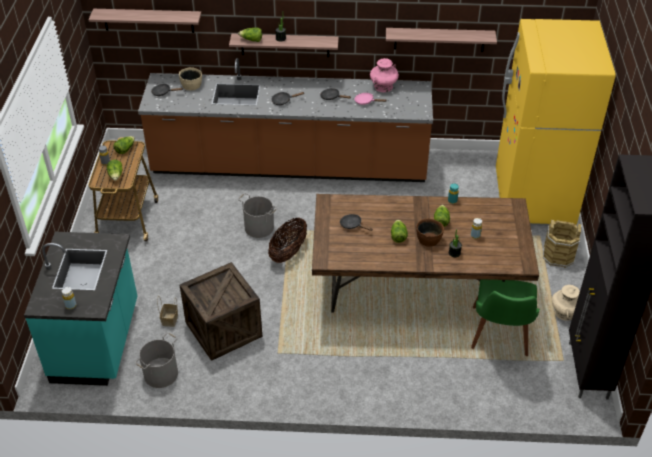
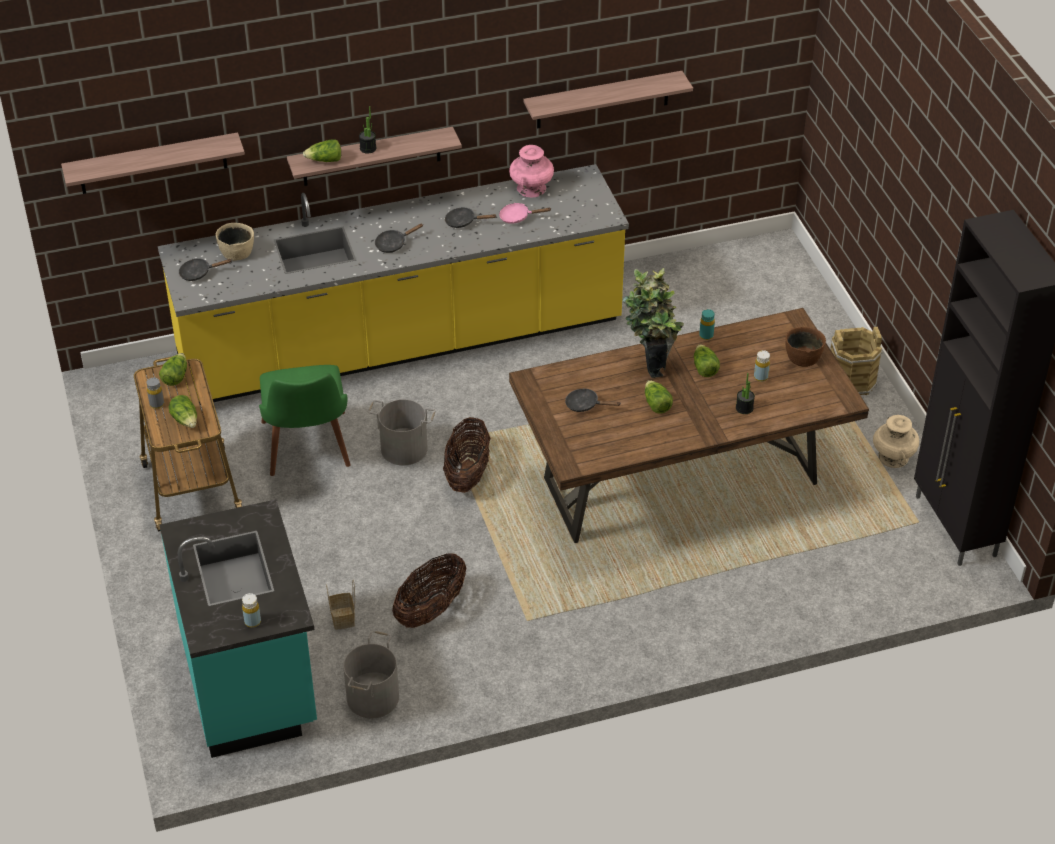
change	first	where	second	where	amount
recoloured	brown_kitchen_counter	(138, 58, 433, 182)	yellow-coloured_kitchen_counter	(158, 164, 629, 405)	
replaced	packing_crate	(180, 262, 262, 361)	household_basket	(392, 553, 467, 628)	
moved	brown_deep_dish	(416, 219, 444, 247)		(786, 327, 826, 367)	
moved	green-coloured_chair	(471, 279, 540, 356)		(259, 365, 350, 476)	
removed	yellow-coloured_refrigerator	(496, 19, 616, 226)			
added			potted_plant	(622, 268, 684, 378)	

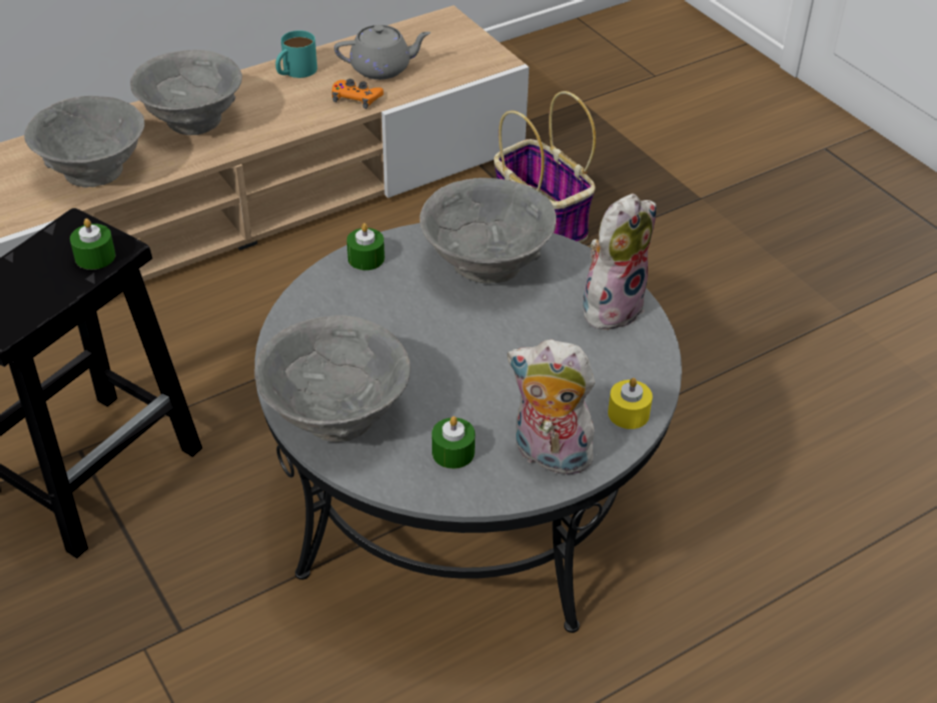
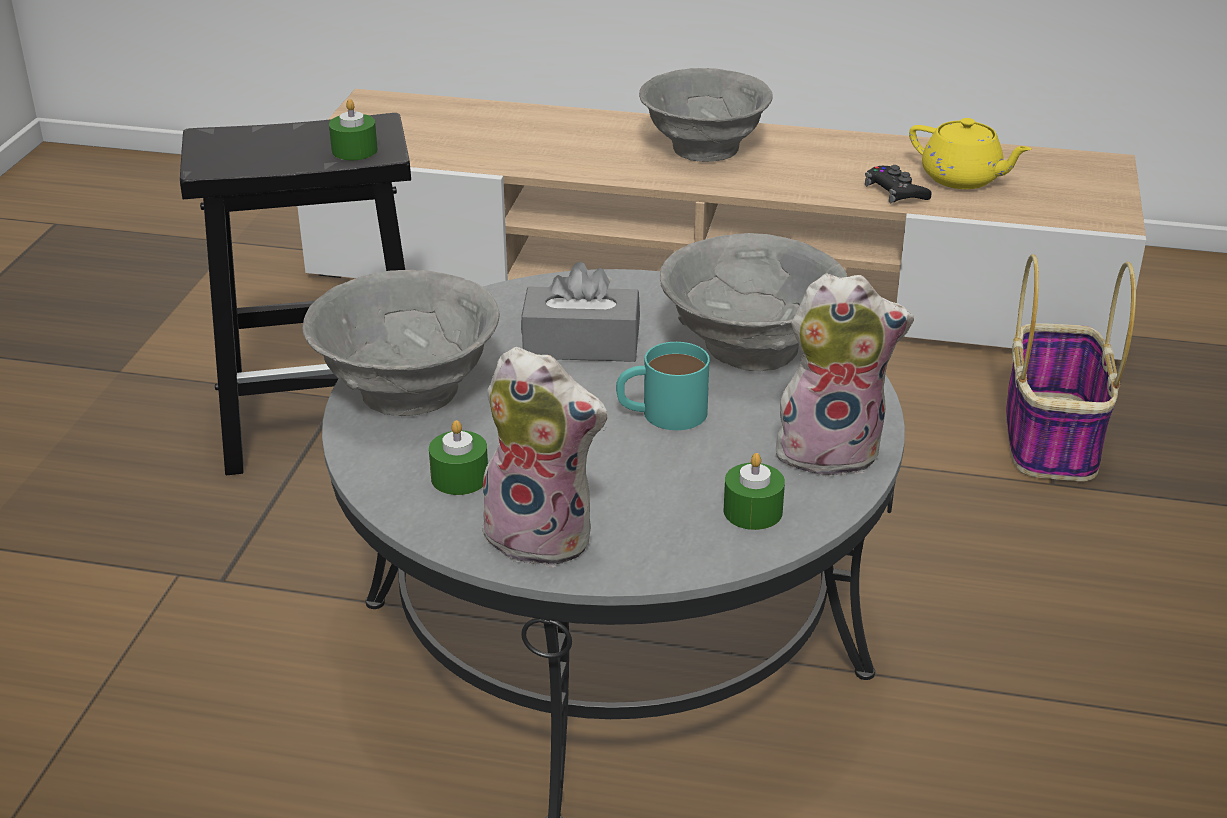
change	first	where	second	where	amount
removed	gray_deep_dish	(24, 96, 145, 188)			
moved	blue-green_coffee_mug	(276, 30, 317, 78)		(616, 342, 710, 430)	
recoloured	orangey_game_controller	(332, 79, 383, 109)	black-coloured_game_controller	(865, 165, 932, 203)	
recoloured	gray_teapot	(334, 25, 431, 80)	yellow-coloured_teapot	(909, 118, 1032, 189)	
moved	green-coloured_wax_candle	(347, 223, 385, 270)		(724, 453, 785, 530)	
turned	soft_toy	(508, 339, 598, 478)		(478, 347, 607, 567)	135 degrees clockwise
removed	yellow-coloured_wax_candle	(608, 378, 653, 429)			
added			gray_box_of_tissues	(521, 262, 640, 362)	

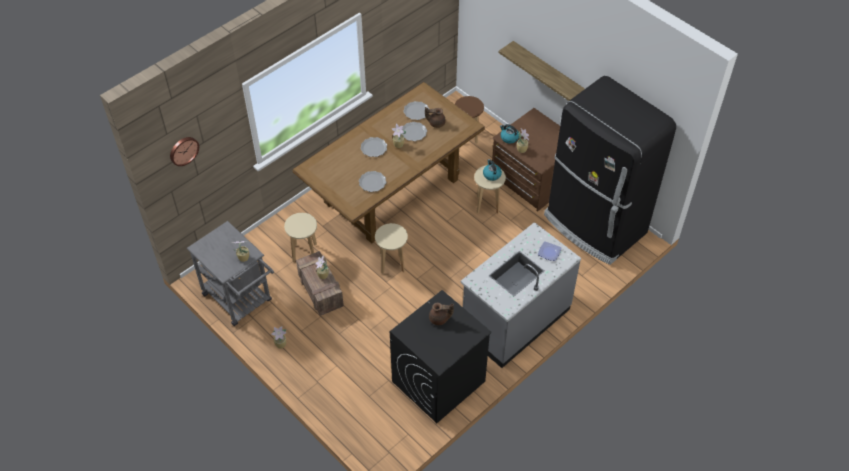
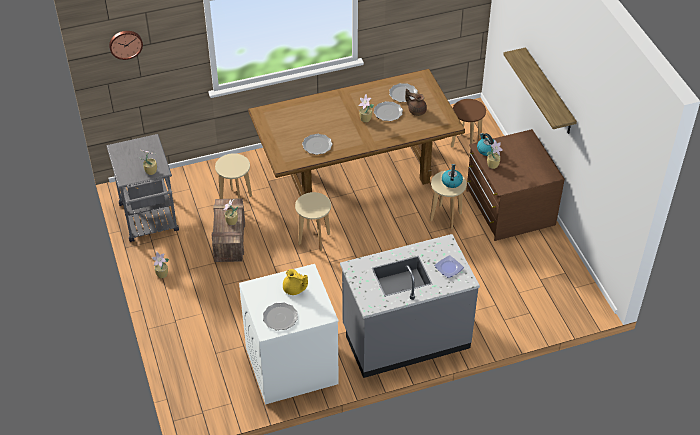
change	first	where	second	where	amount
moved	flat_dish	(361, 137, 387, 157)		(263, 302, 298, 330)	
recoloured	black-coloured_laundry_machine	(390, 290, 492, 423)	white_laundry_machine	(239, 264, 339, 405)	
recoloured	brown_teapot	(429, 303, 454, 325)	yellow-coloured_teapot	(283, 269, 308, 295)	
removed	black-coloured_refrigerator	(544, 76, 676, 265)			

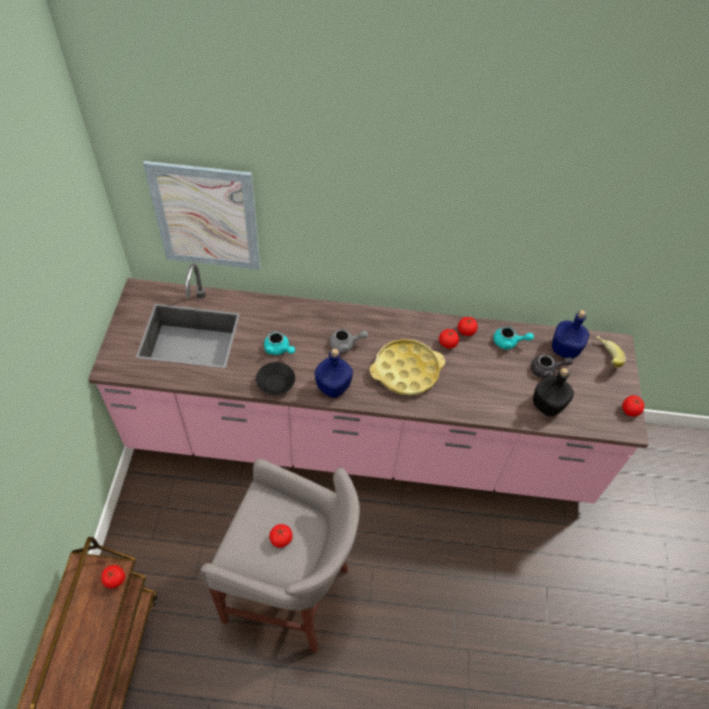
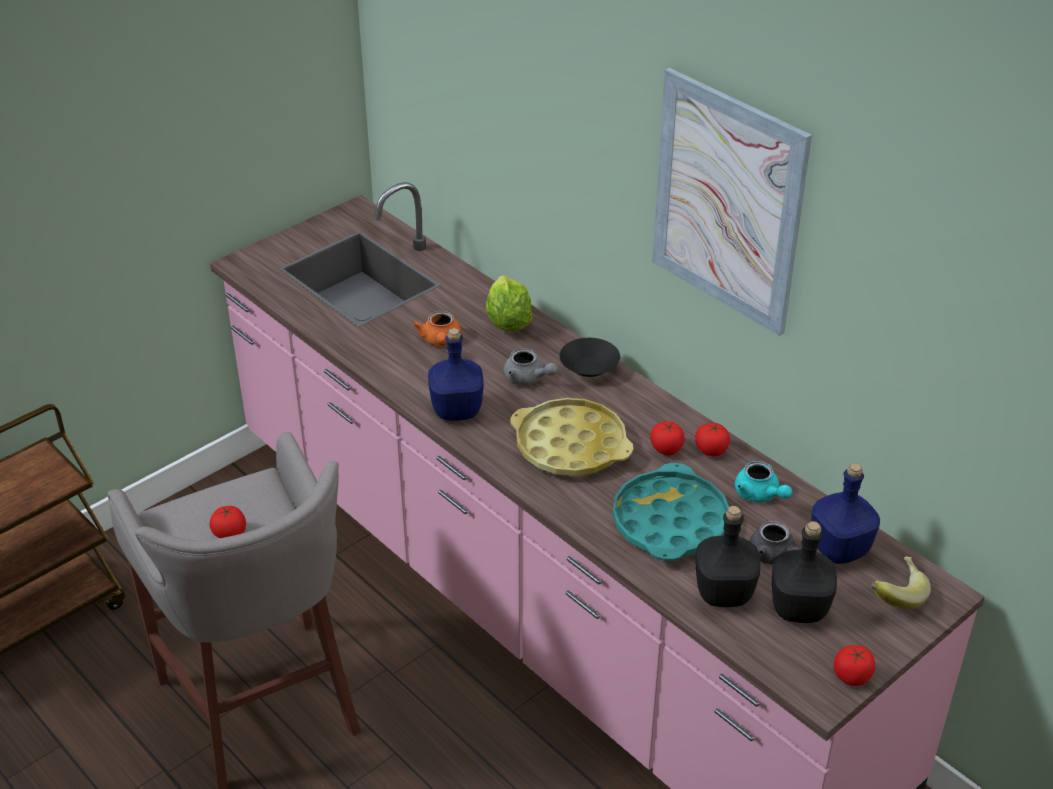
change	first	where	second	where	amount
removed	fresh_tomato	(101, 565, 125, 588)			
moved	wall_picture	(143, 161, 260, 270)		(652, 68, 812, 336)	
moved	black-coloured_deep_dish	(256, 362, 295, 395)		(560, 338, 620, 377)	
recoloured	blue-green_teapot	(264, 331, 295, 355)	orangey_teapot	(413, 311, 461, 346)	
added			head_of_lettuce	(486, 275, 533, 332)	
added			blue-green_carrying_tray	(612, 463, 729, 561)	
added			black-coloured_drink_bottle	(772, 521, 837, 623)	

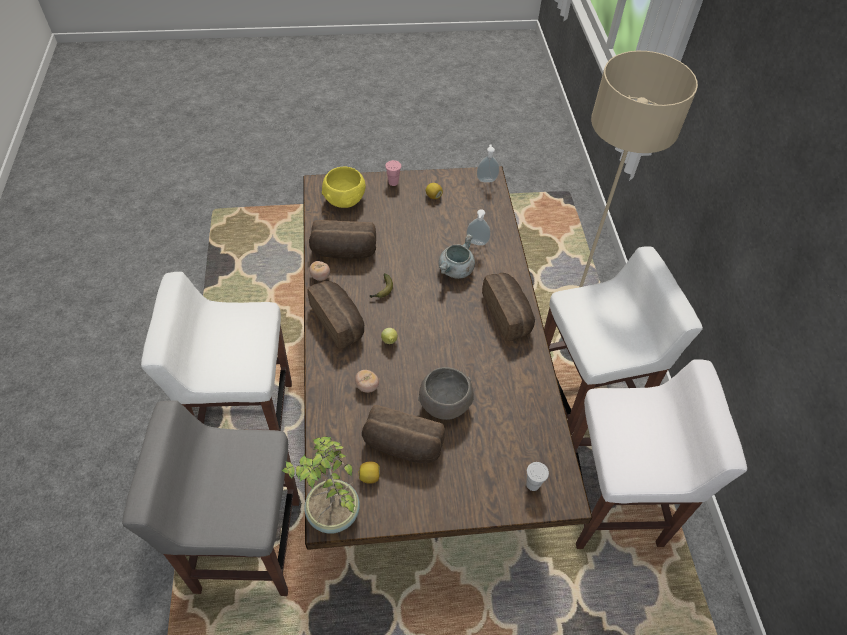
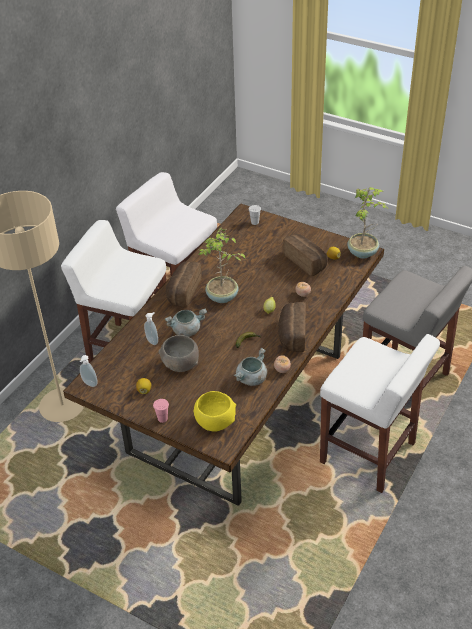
change	first	where	second	where	amount
replaced	bread	(309, 220, 376, 259)	gray_saucepot	(234, 348, 267, 386)	
moved	gray_deep_dish	(418, 367, 474, 420)		(158, 335, 199, 372)	
added			potted_plant	(199, 228, 246, 303)	

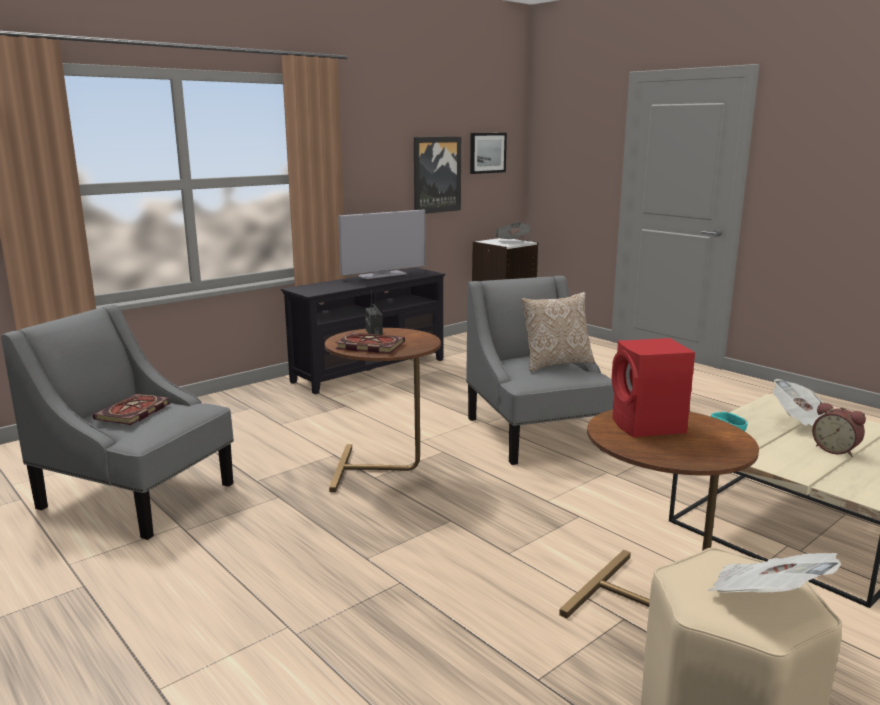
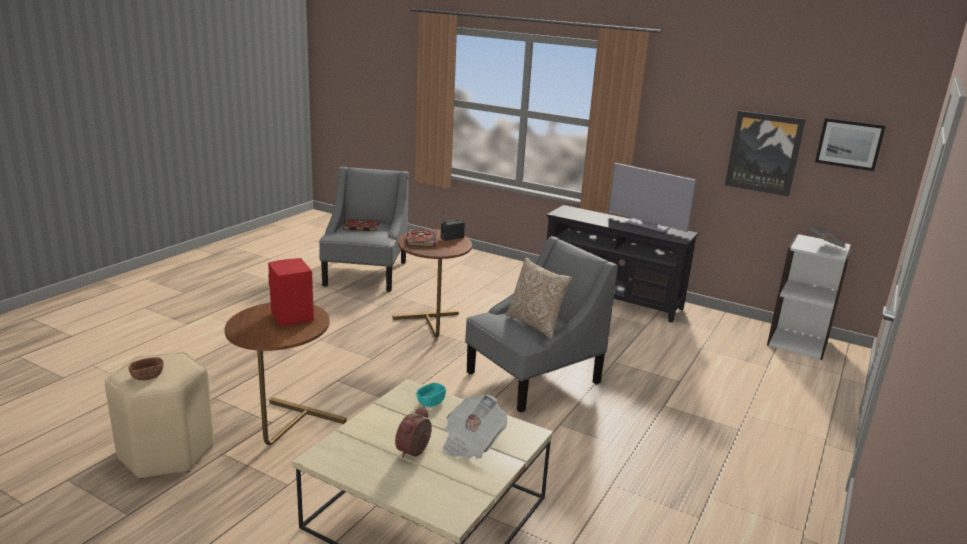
change	first	where	second	where	amount
replaced	newspaper	(708, 553, 841, 593)	brown_deep_dish	(128, 357, 164, 381)	

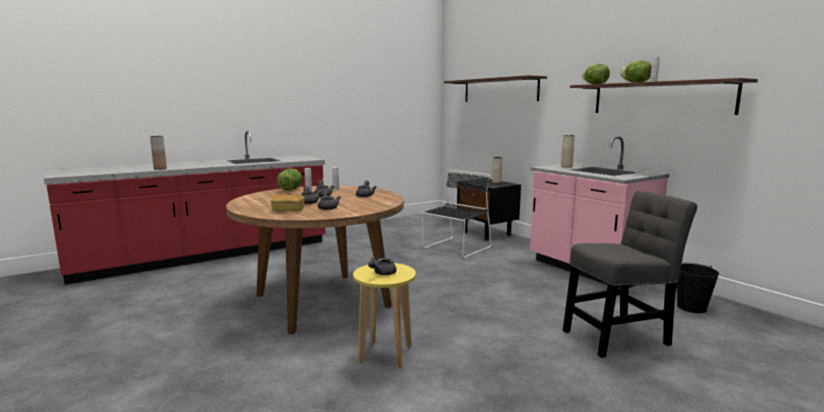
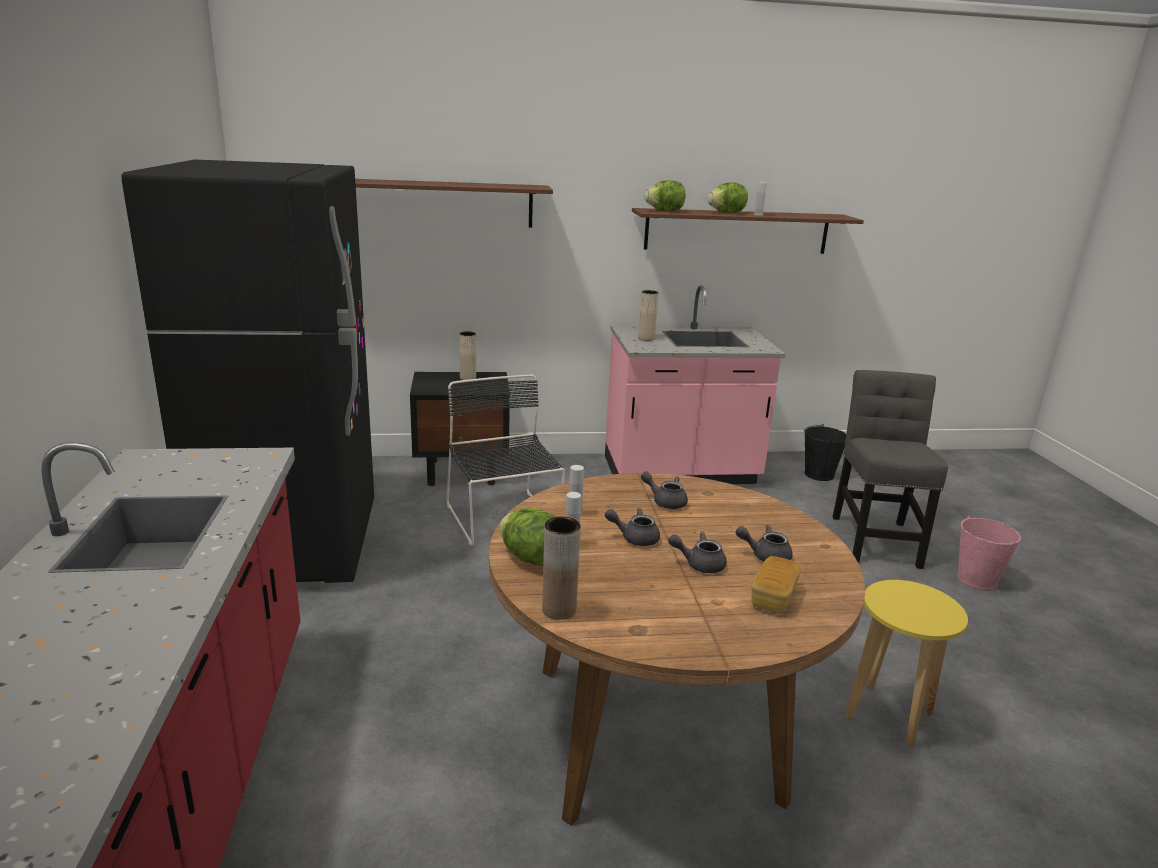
change	first	where	second	where	amount
moved	brown_flower_vase	(150, 136, 167, 170)		(542, 517, 581, 620)	
removed	gray_teapot	(368, 257, 397, 275)			
added			black-coloured_refrigerator	(122, 160, 374, 588)	
added			pinkish_water_bucket	(957, 515, 1021, 591)	

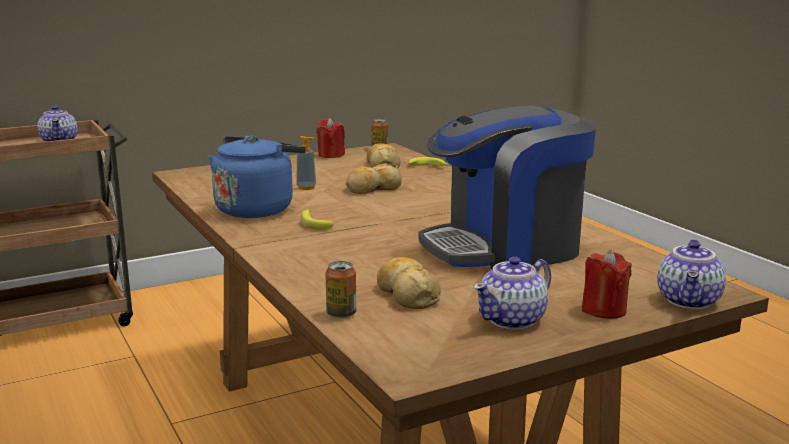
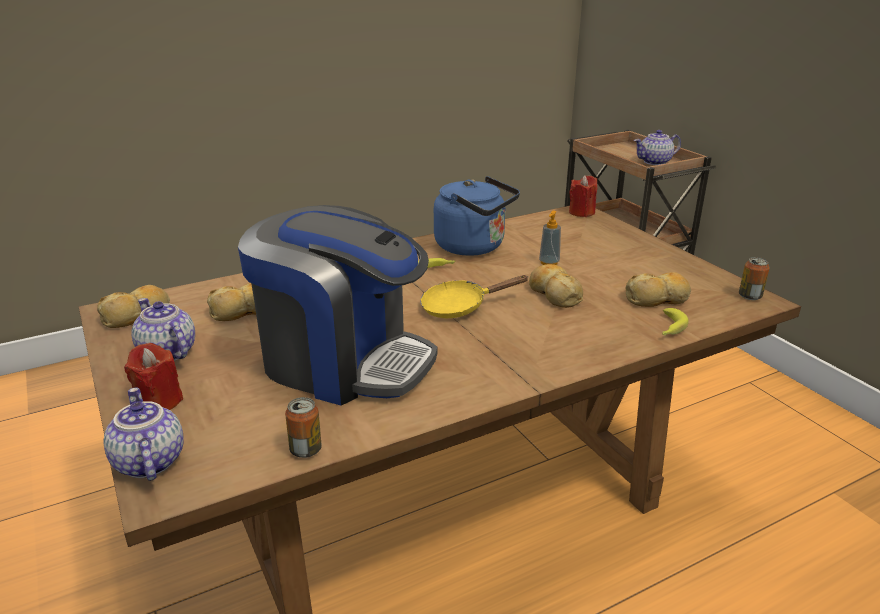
change	first	where	second	where	amount
moved	reddish_wax_candle	(317, 118, 345, 158)		(569, 175, 597, 217)	
moved	can	(325, 261, 357, 319)		(285, 397, 322, 458)	
turned	coffee_maker	(418, 105, 596, 269)		(238, 205, 437, 405)	135 degrees clockwise
turned	teapot	(658, 239, 726, 309)		(104, 388, 184, 481)	45 degrees clockwise
added			bread	(97, 285, 170, 328)	
added			yellow-coloured_skillet	(420, 275, 529, 318)	

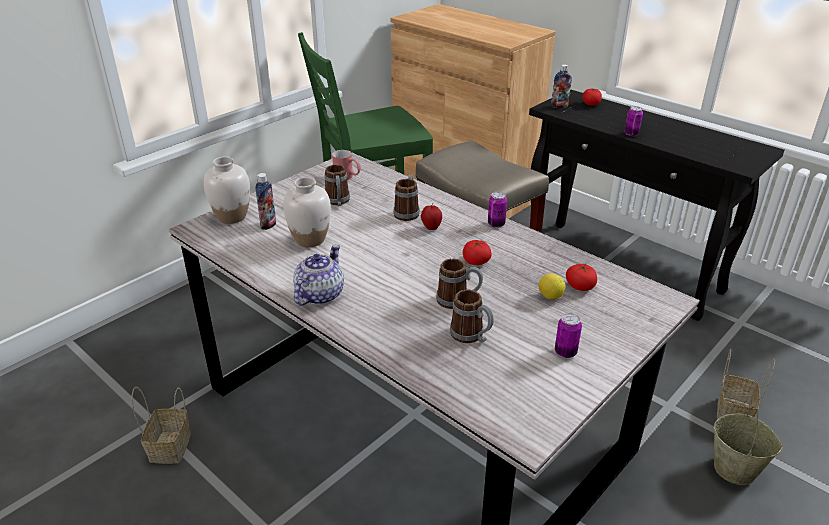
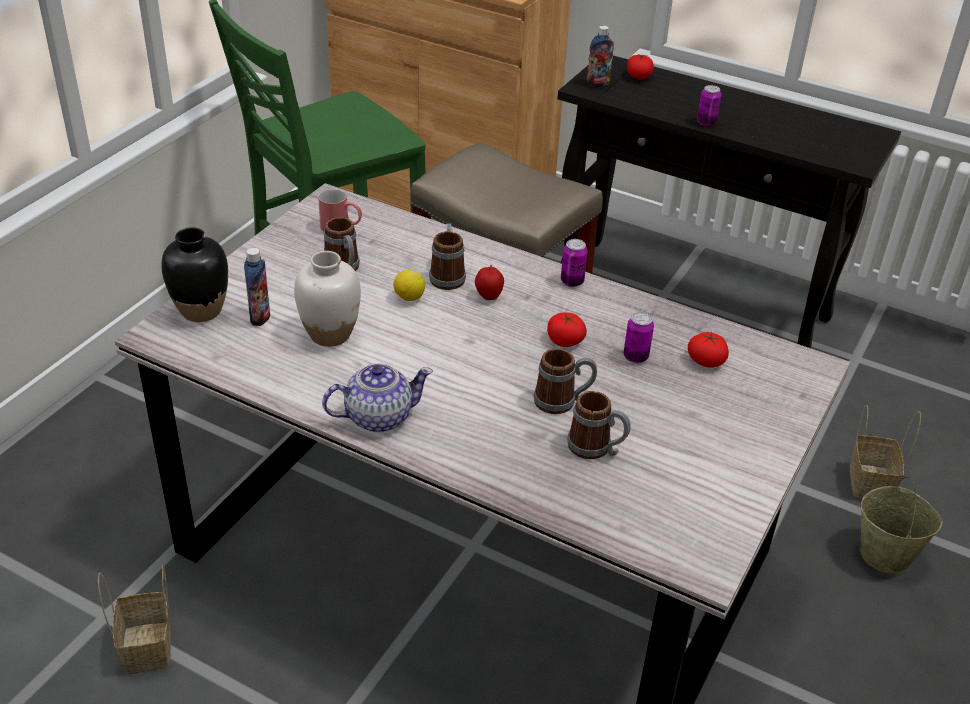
change	first	where	second	where	amount
recoloured	white_flower_vase	(204, 157, 250, 224)	black-coloured_flower_vase	(161, 227, 228, 322)	
turned	teapot	(293, 245, 344, 306)		(322, 363, 433, 432)	60 degrees clockwise
moved	lemon	(538, 273, 566, 300)		(393, 270, 425, 301)	
moved	can	(555, 313, 582, 358)		(624, 312, 654, 363)	

